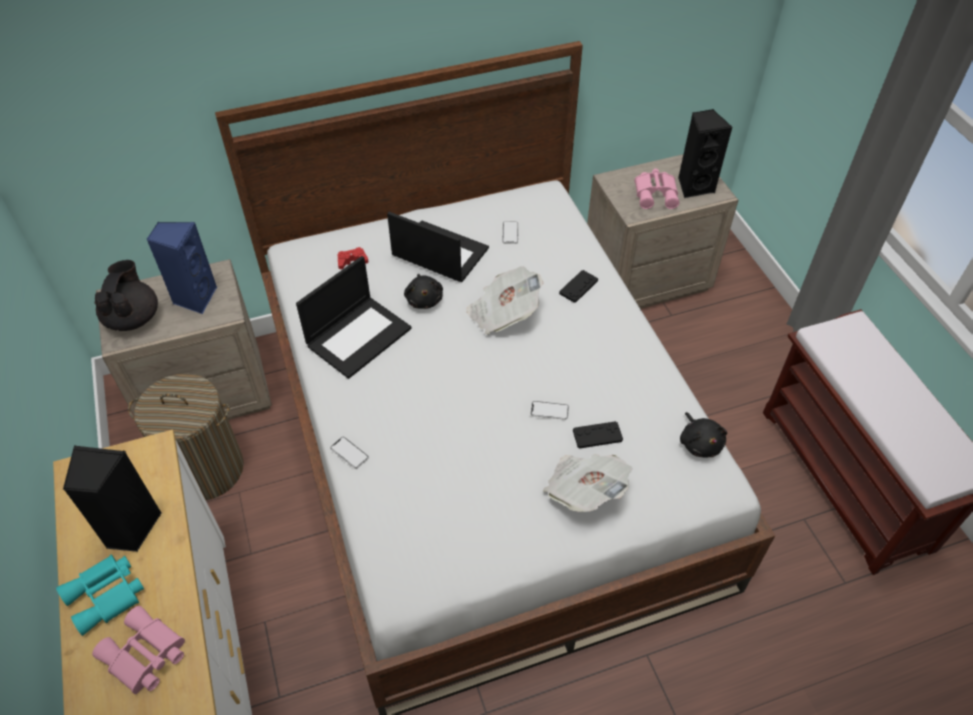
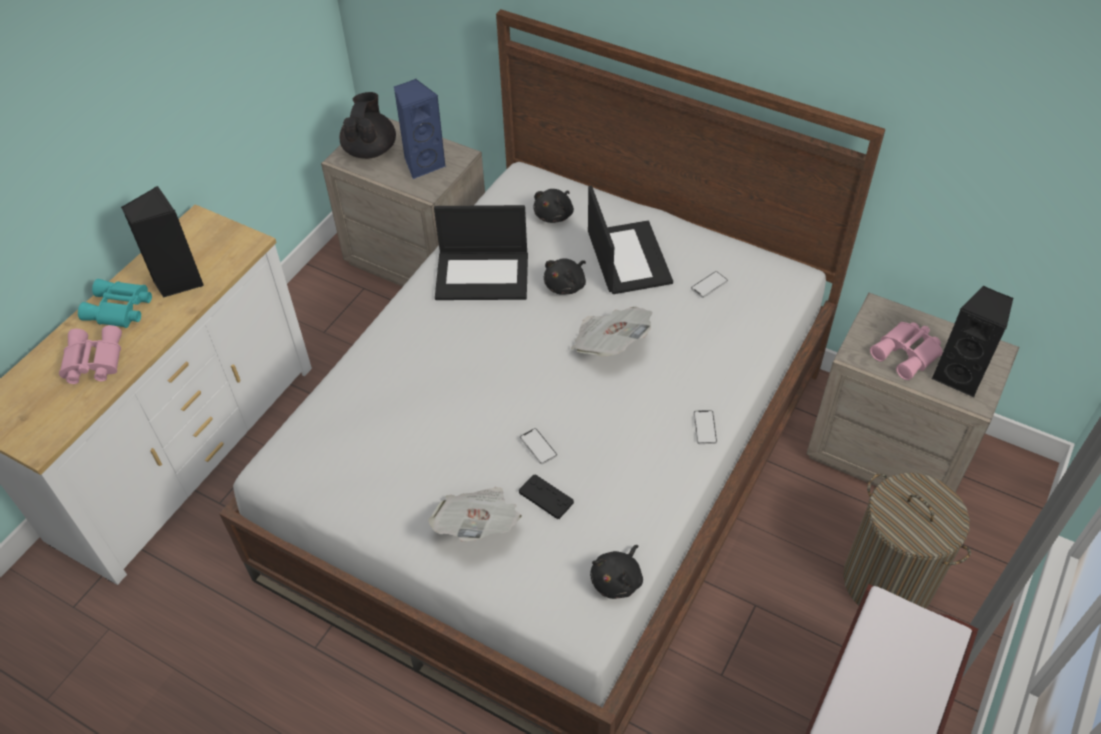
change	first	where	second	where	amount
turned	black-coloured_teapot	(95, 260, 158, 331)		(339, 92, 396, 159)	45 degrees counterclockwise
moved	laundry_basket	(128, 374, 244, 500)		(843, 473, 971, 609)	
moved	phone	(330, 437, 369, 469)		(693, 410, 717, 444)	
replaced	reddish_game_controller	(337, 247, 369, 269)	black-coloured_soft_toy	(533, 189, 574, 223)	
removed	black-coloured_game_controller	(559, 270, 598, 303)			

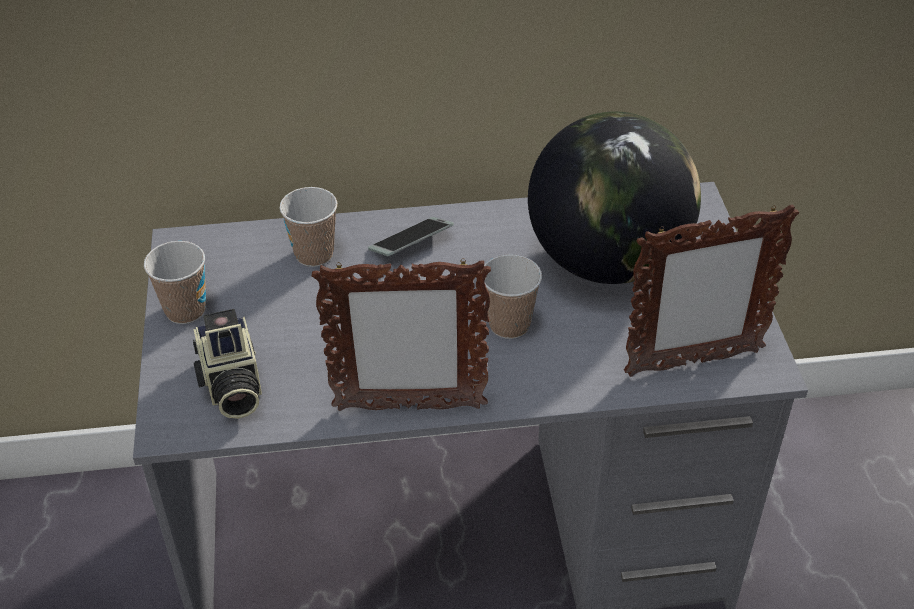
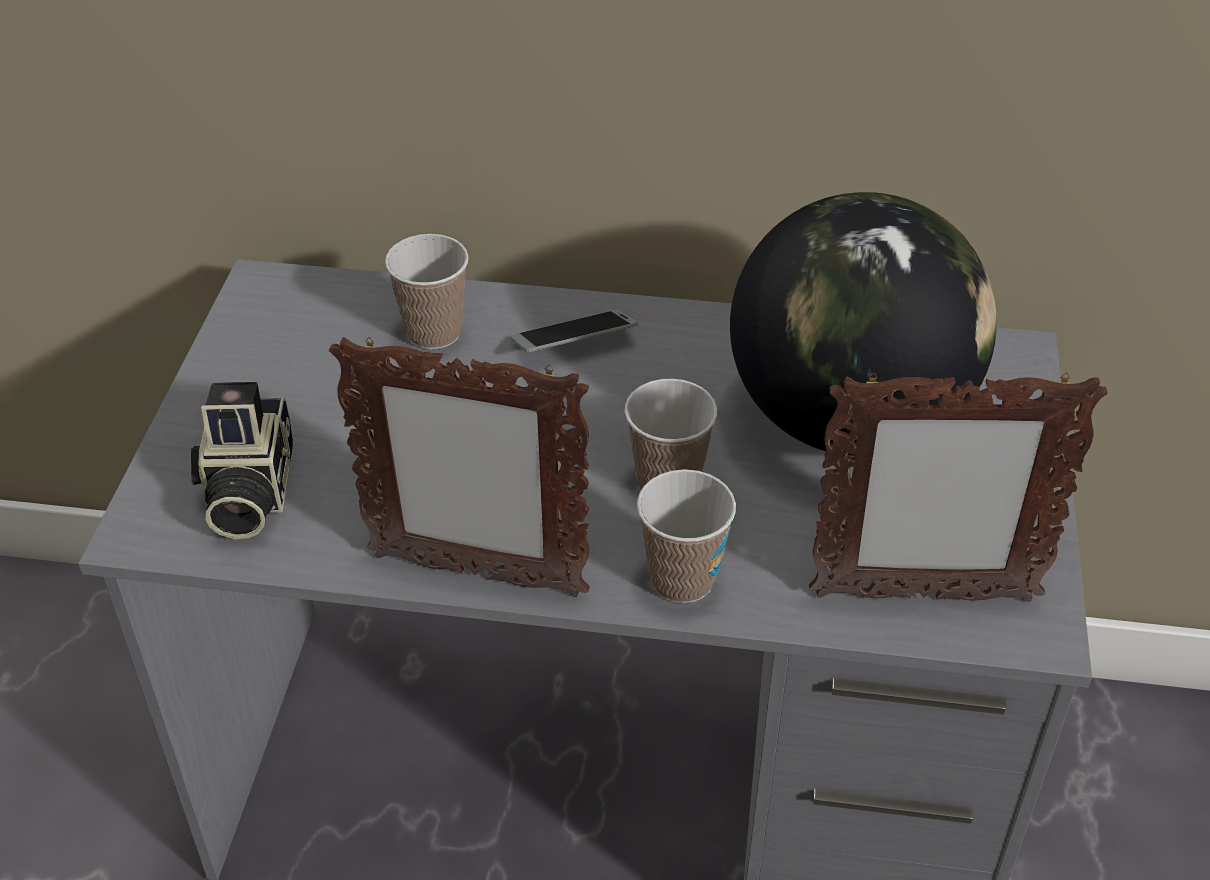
change	first	where	second	where	amount
moved	drinking_cup	(144, 241, 206, 324)		(637, 469, 736, 603)	

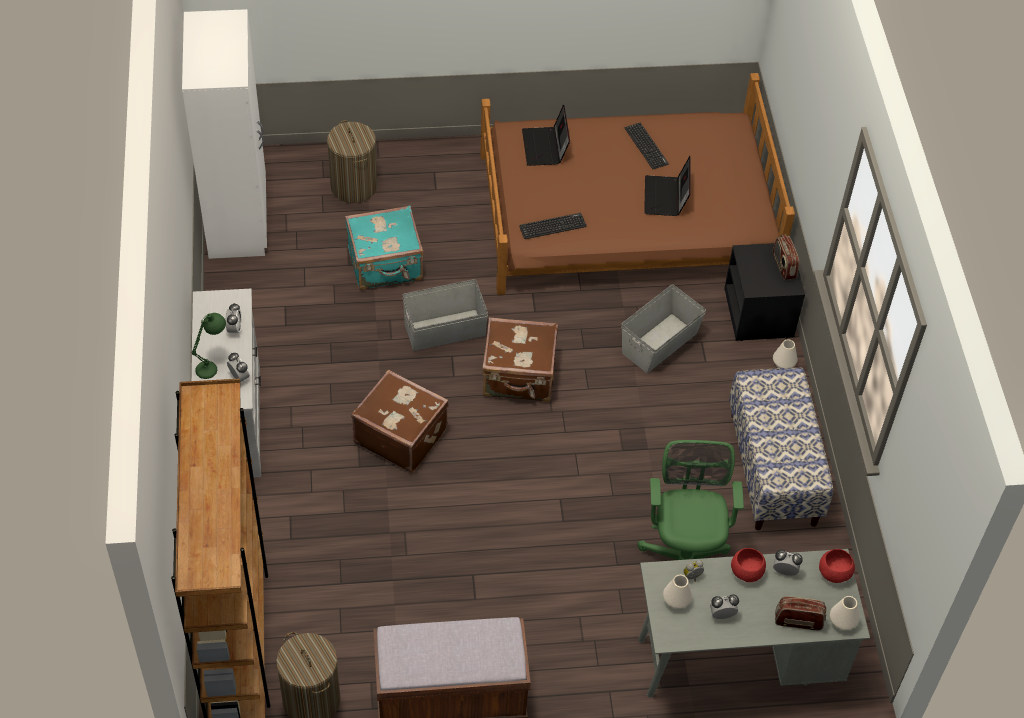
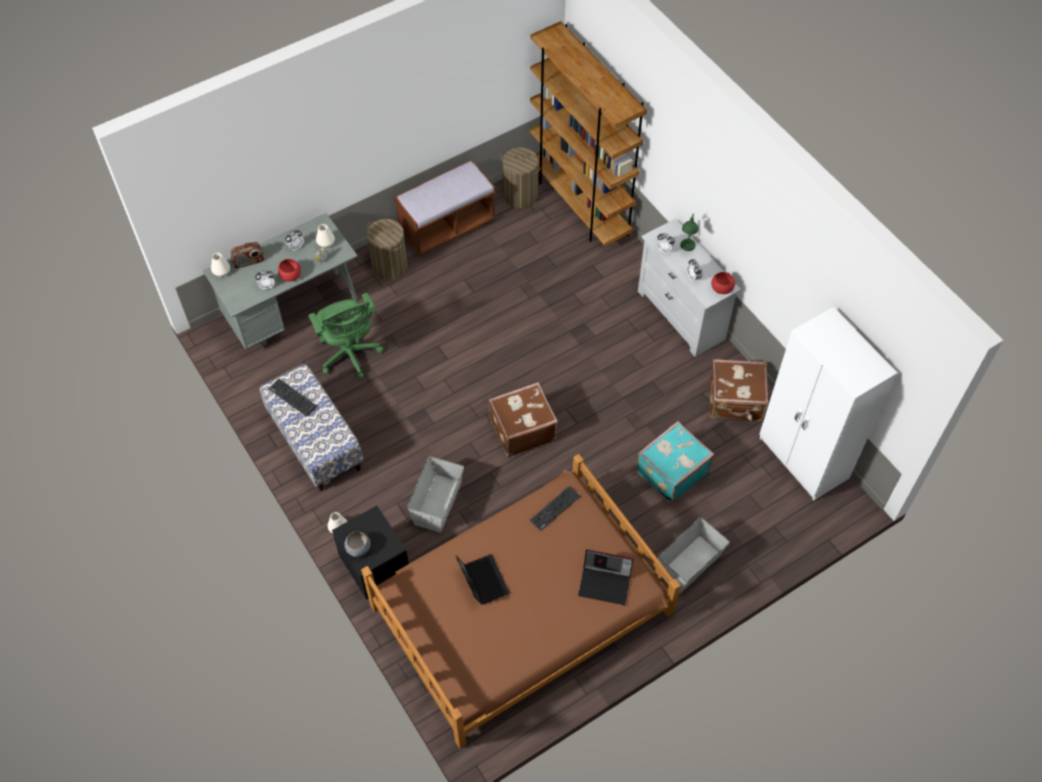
change	first	where	second	where	amount
moved	laundry_basket	(327, 120, 377, 203)		(366, 219, 408, 280)	
moved	brown_suitcase	(351, 370, 449, 473)		(709, 359, 768, 422)	
moved	gray_storage_bin	(402, 279, 488, 351)		(658, 517, 730, 594)	
turned	laptop	(522, 104, 570, 166)		(578, 550, 633, 605)	135 degrees clockwise
moved	computer_keyboard	(625, 123, 669, 169)		(268, 379, 317, 417)	
replaced	radio_set	(773, 234, 799, 280)	gray_deep_dish	(345, 531, 371, 557)	
moved	reddish_deep_dish	(819, 549, 855, 583)		(711, 272, 735, 294)	

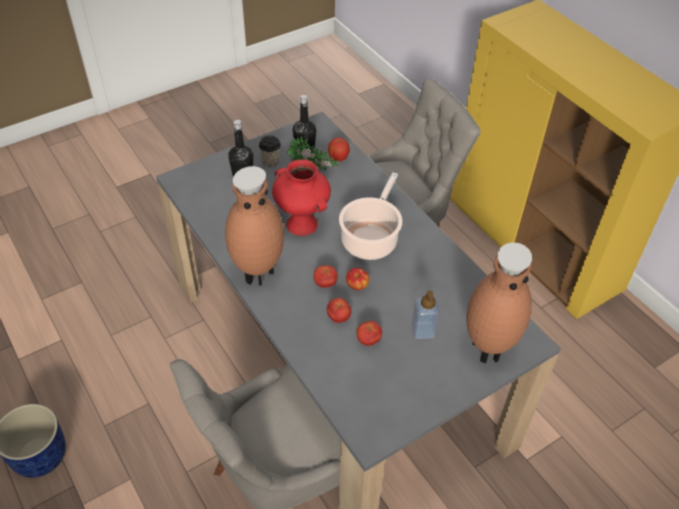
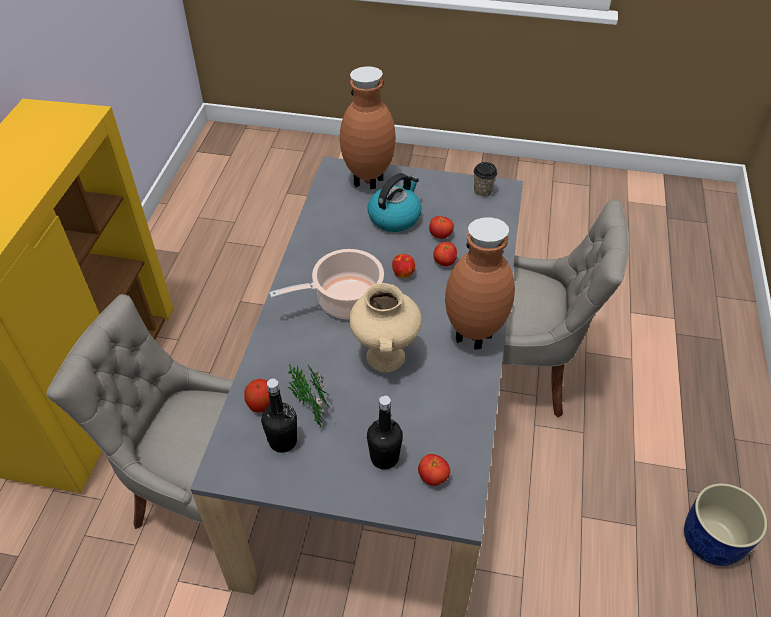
change	first	where	second	where	amount
moved	drinking_cup	(259, 136, 281, 168)		(474, 162, 497, 197)	
recoloured	reddish_flower_vase	(272, 159, 331, 236)	beige_flower_vase	(349, 283, 422, 372)	
moved	fresh_tomato	(313, 265, 338, 288)		(418, 454, 450, 486)	
replaced	liquid_soap_bottle	(412, 290, 440, 339)	tea_kettle	(368, 173, 421, 232)	

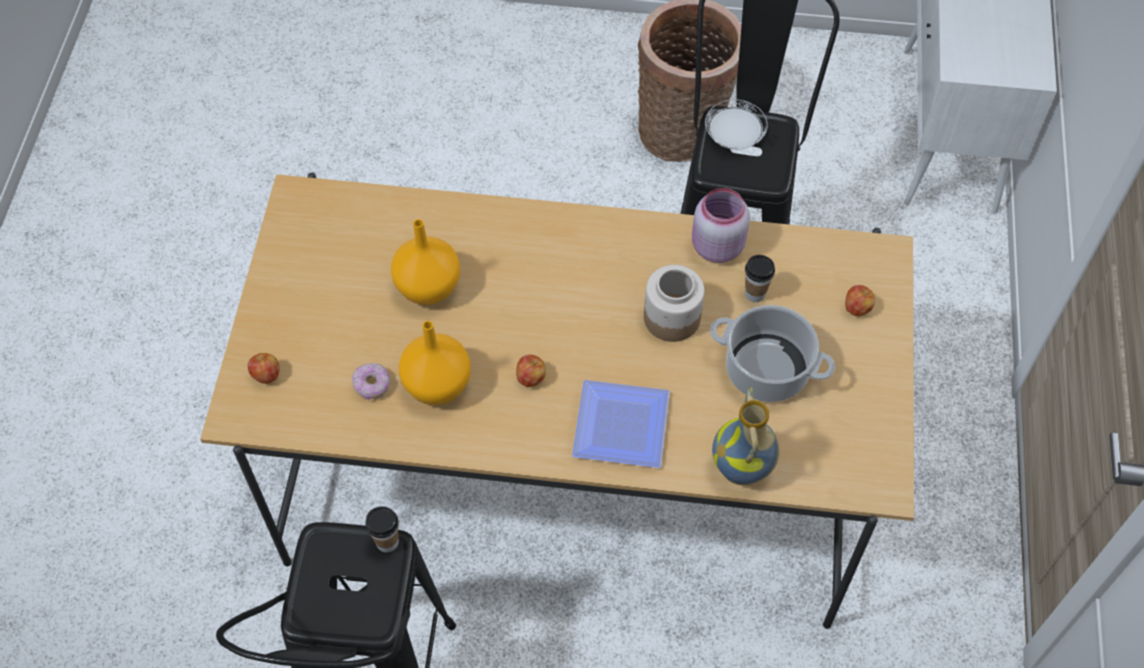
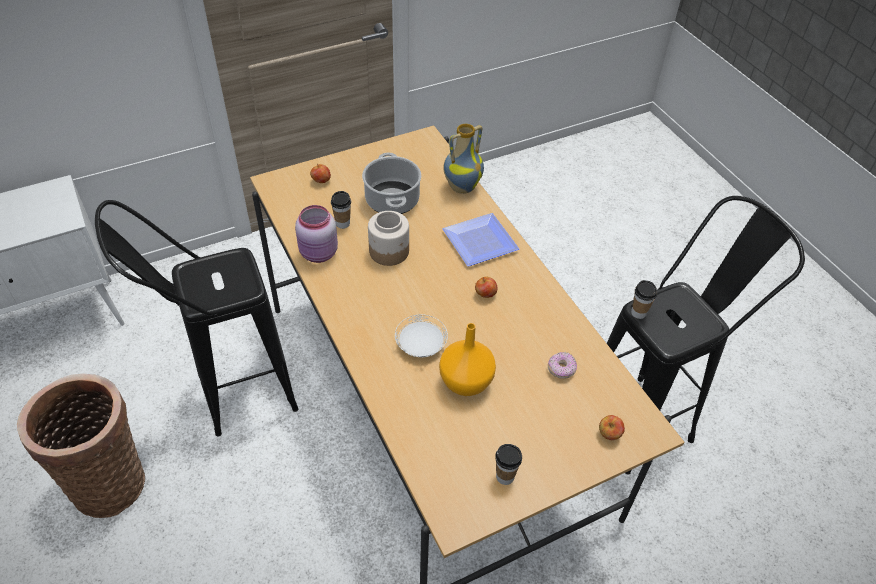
change	first	where	second	where	amount
removed	orangey_flower_vase	(399, 321, 471, 405)			
moved	white_flat_dish	(705, 100, 767, 150)		(395, 314, 448, 357)	
added			drinking_cup	(495, 444, 522, 485)	

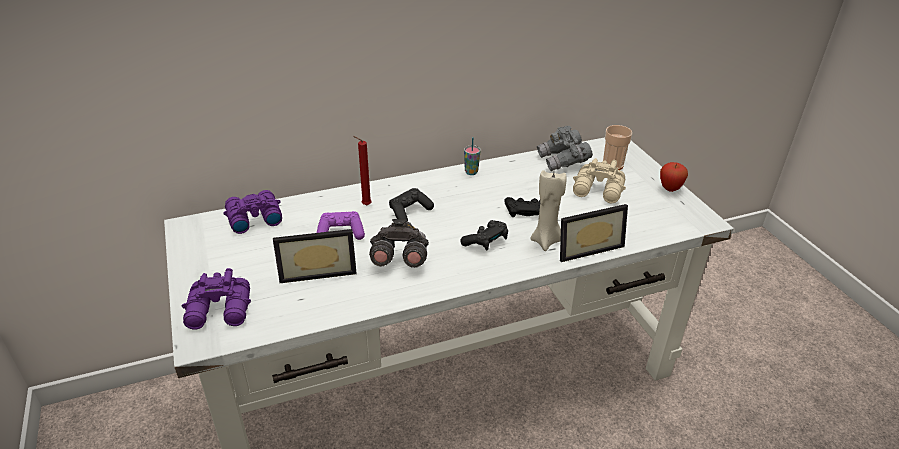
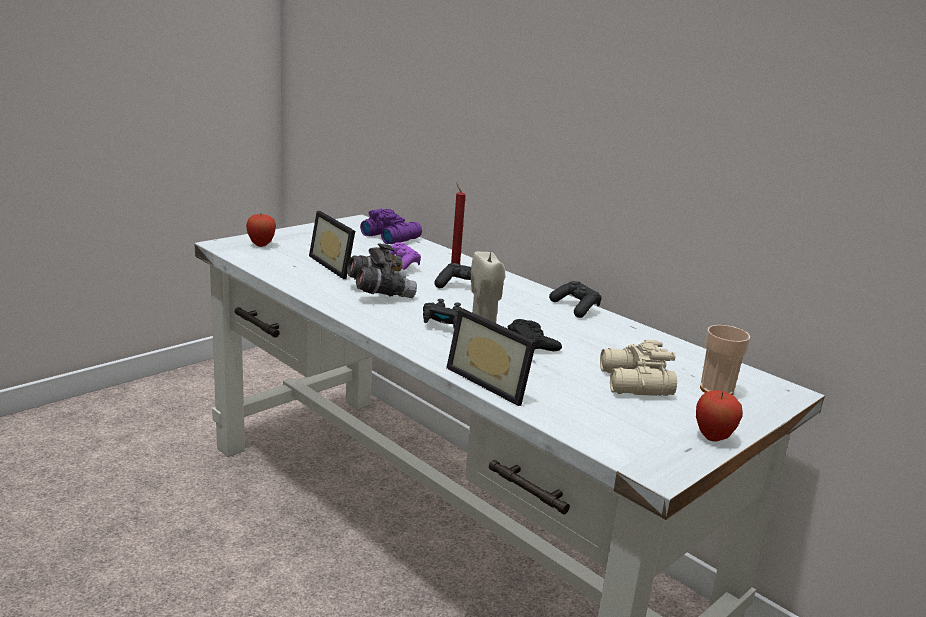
change	first	where	second	where	amount
replaced	purplish_binoculars	(181, 268, 251, 330)	apple_fruit	(246, 213, 276, 247)	
replaced	drinking_cup	(464, 137, 481, 175)	black-coloured_game_controller	(549, 281, 602, 318)	
removed	gray_binoculars	(537, 126, 593, 171)			

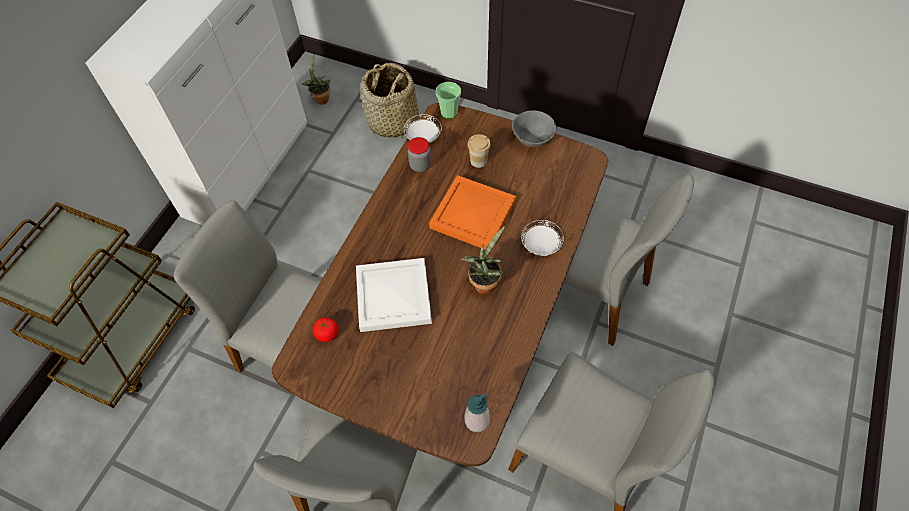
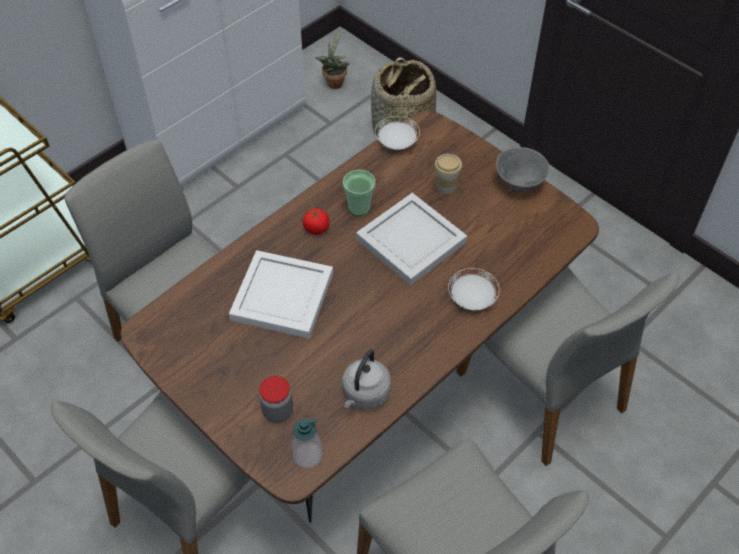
change	first	where	second	where	amount
moved	fresh_tomato	(313, 317, 338, 342)		(302, 208, 329, 235)	
moved	jar	(408, 137, 431, 172)		(259, 376, 293, 423)	
recoloured	orangey_carrying_tray	(429, 175, 516, 249)	white_carrying_tray	(356, 193, 467, 286)	
moved	drinking_cup	(436, 82, 461, 119)		(343, 170, 375, 216)	
removed	potted_plant	(459, 226, 505, 294)			
added			gray_tea_kettle	(342, 349, 391, 409)	

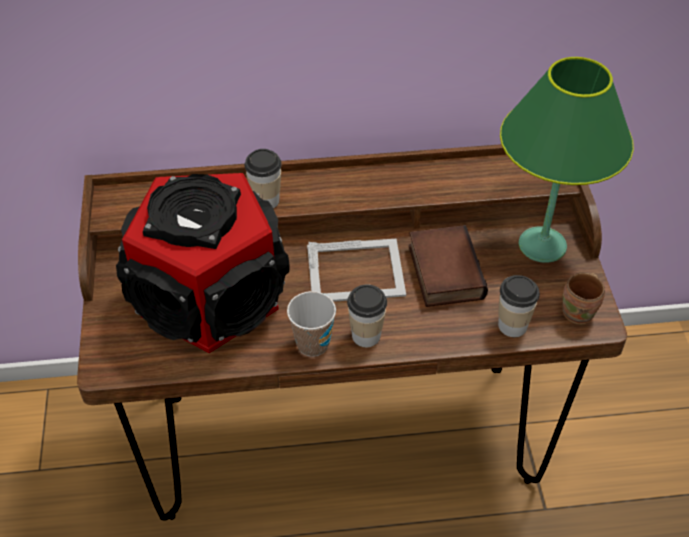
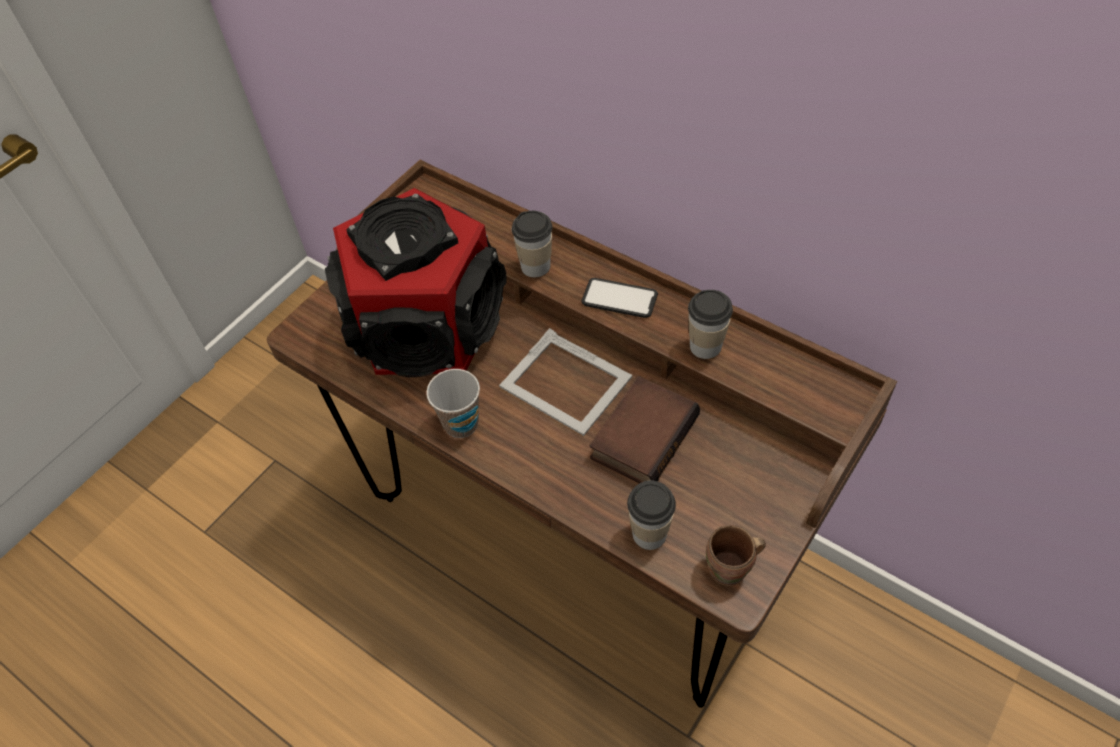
change	first	where	second	where	amount
moved	drinking_cup	(347, 284, 387, 347)		(688, 290, 733, 359)	
removed	green-coloured_table_lamp	(500, 57, 634, 263)			
added			phone	(581, 278, 658, 318)	

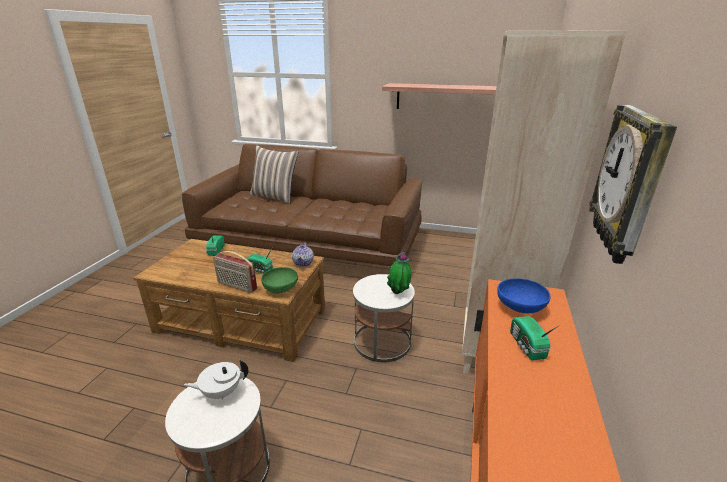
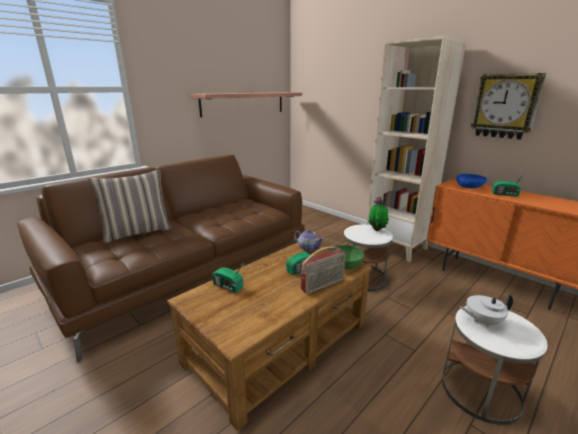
change	first	where	second	where	amount
turned	white_teapot	(184, 360, 248, 400)		(460, 294, 513, 327)	75 degrees clockwise

